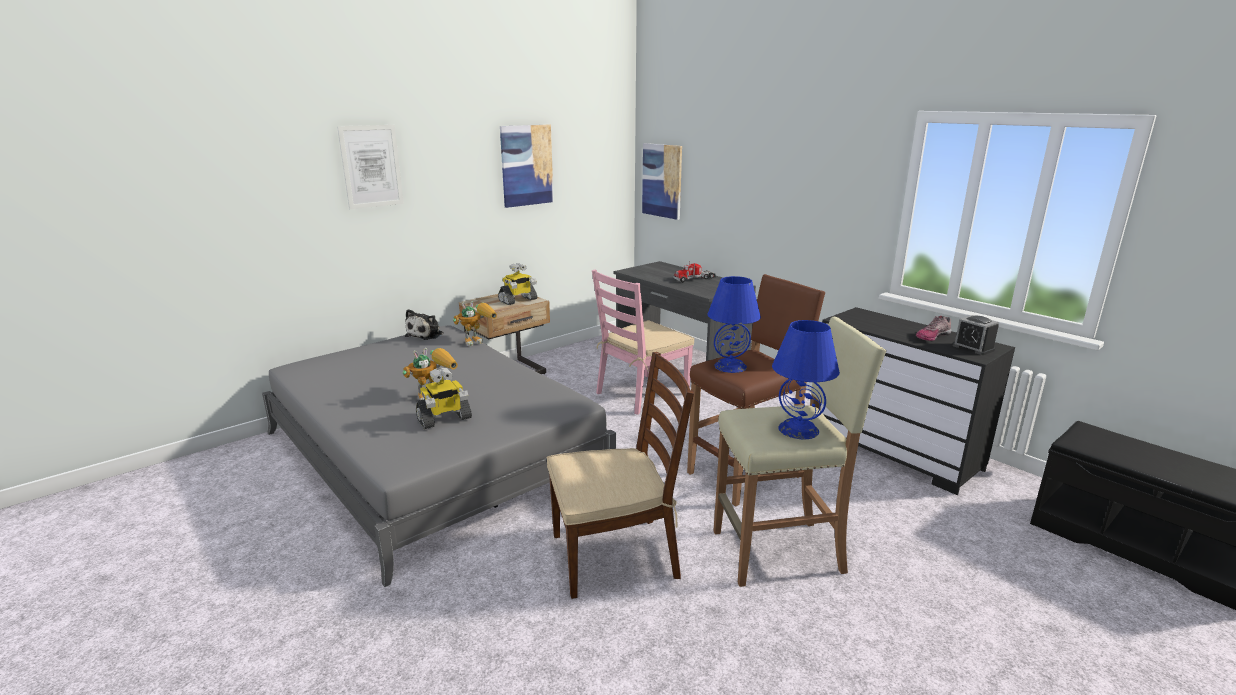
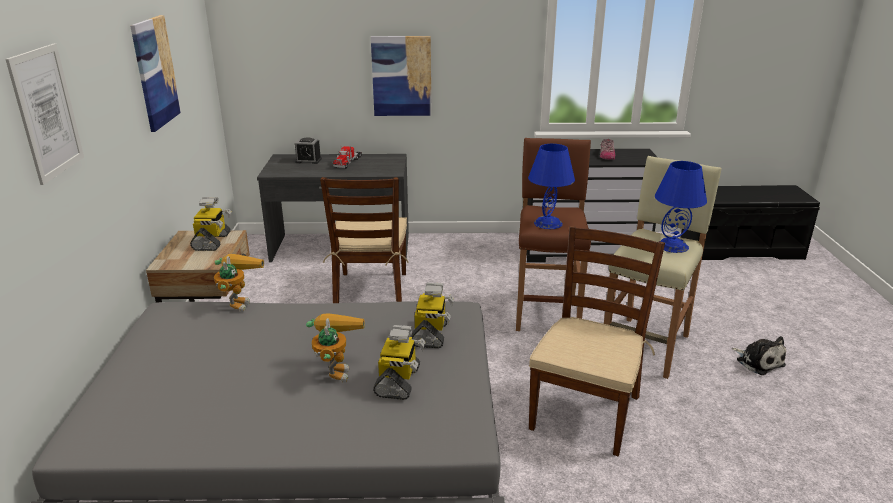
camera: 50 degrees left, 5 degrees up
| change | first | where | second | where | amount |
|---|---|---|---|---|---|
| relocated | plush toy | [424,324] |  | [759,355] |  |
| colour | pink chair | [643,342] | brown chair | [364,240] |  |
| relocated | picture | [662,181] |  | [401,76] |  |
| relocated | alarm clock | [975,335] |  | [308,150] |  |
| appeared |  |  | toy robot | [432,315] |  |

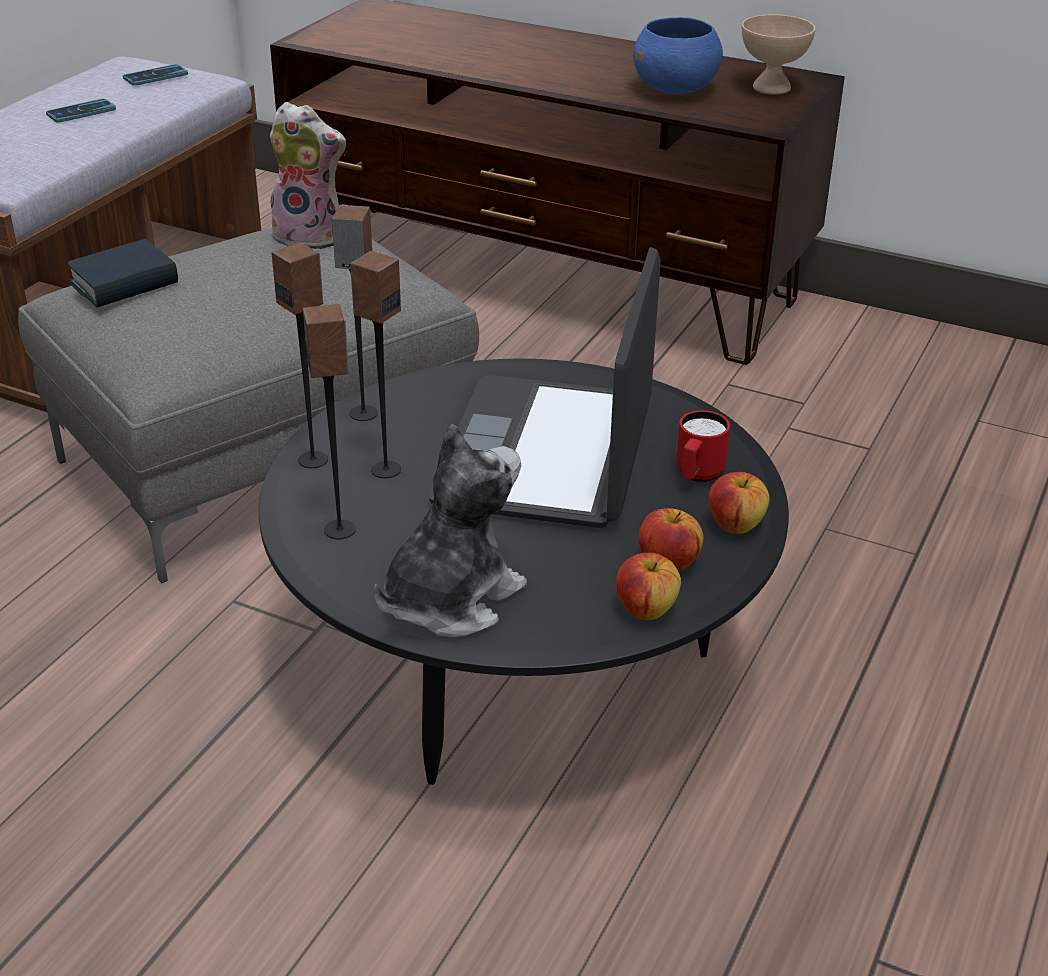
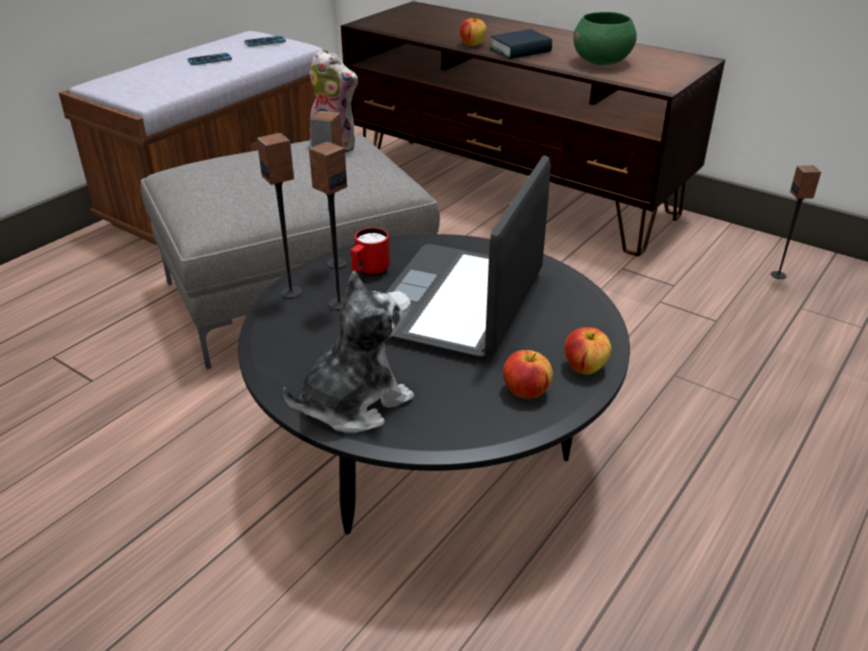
camera: 10 degrees right, 0 degrees up
| change | first | where | second | where | amount |
|---|---|---|---|---|---|
| relocated | book | [122,273] |  | [520,44] |  |
| relocated | speaker | [329,421] |  | [796,222] |  |
| relocated | apple | [648,586] |  | [473,31] |  |
| colour | blue bowl | [678,55] | green bowl | [605,38] |  |
| relocated | red mug | [703,446] |  | [370,251] |  |
| missing | beige bowl | [779,54] |  |  |  |

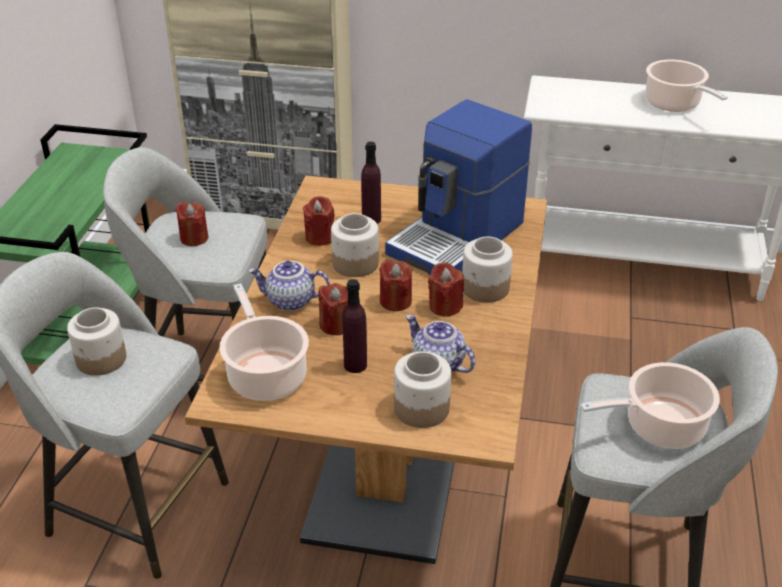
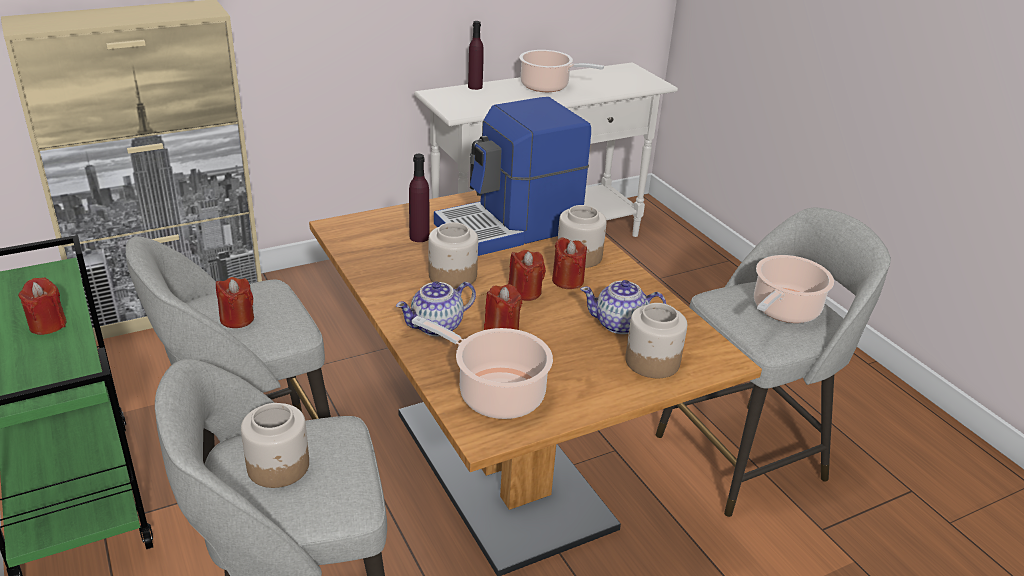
camera: 40 degrees left, 5 degrees down
| change | first | where | second | where | amount |
|---|---|---|---|---|---|
| relocated | red candle | [319,221] |  | [42,306] |  |
| relocated | purple bottle | [354,326] |  | [476,55] |  |
| spun | coffee machine | [458,187] |  | [512,176] | 60 degrees clockwise |

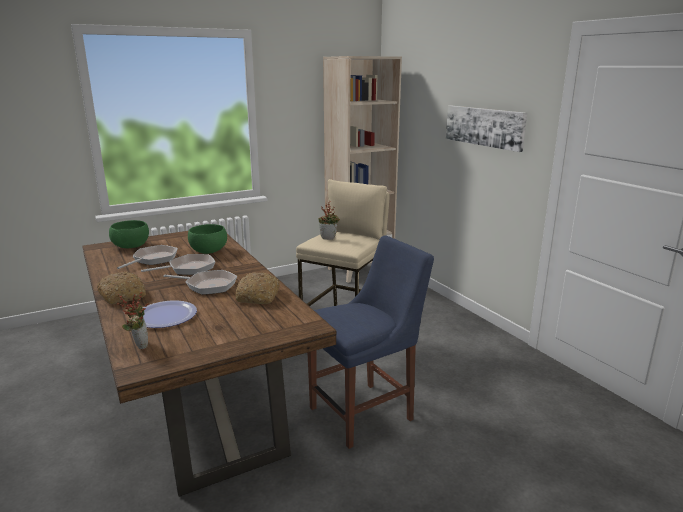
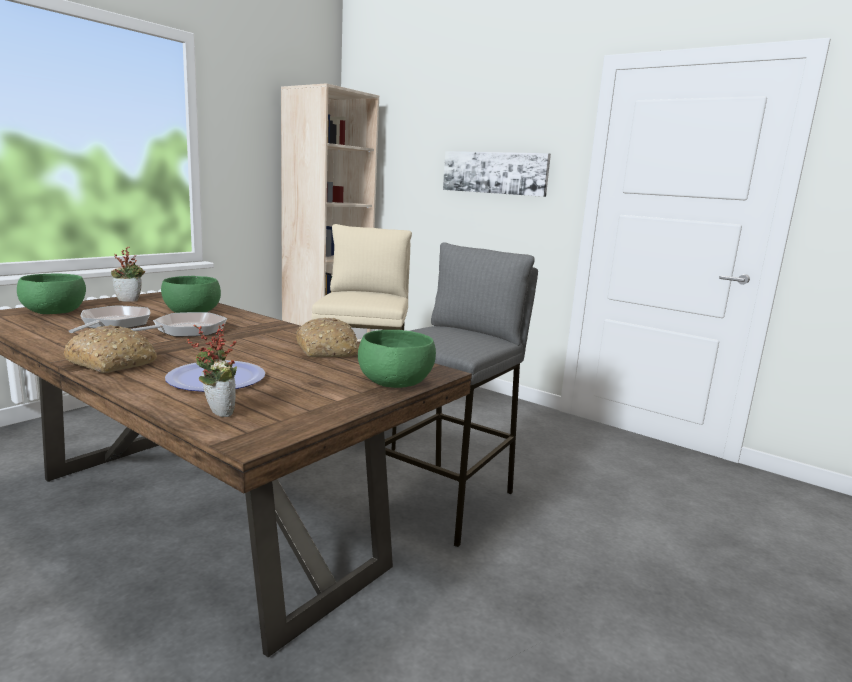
camera: 25 degrees left, 5 degrees down
| change | first | where | second | where | amount |
|---|---|---|---|---|---|
| missing | frying pan | [200,282] |  |  |  |
| exchanged | blue chair | [371,342] | grey stool | [461,394] |  |
| relocated | potted plant | [329,220] |  | [128,274] |  |
| appeared |  |  | green bowl | [397,359] |  |

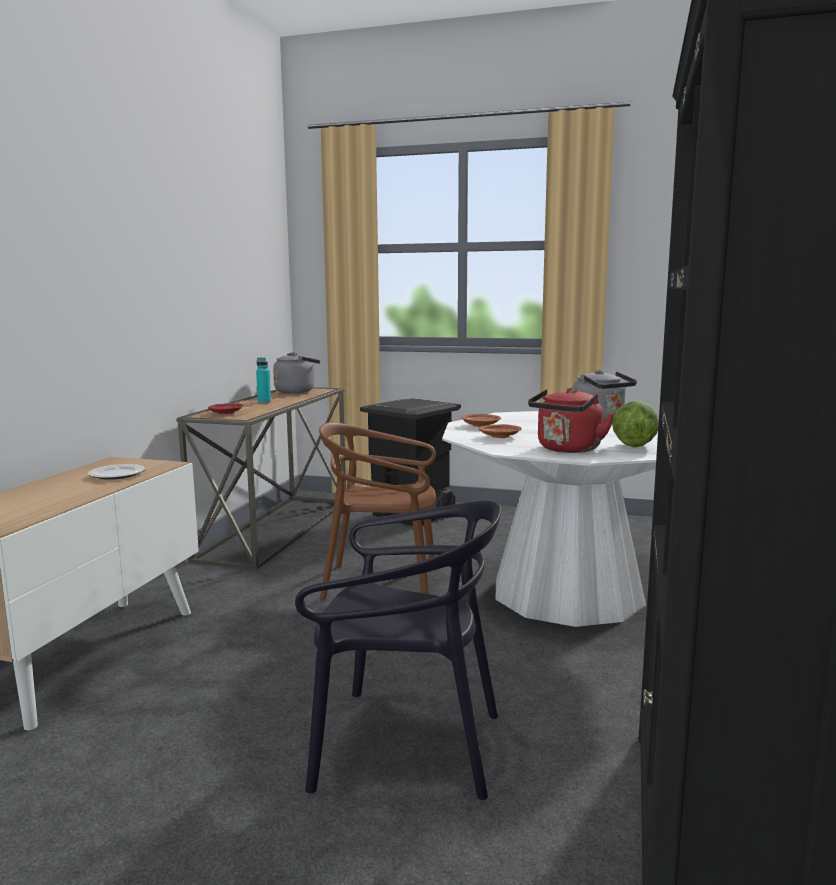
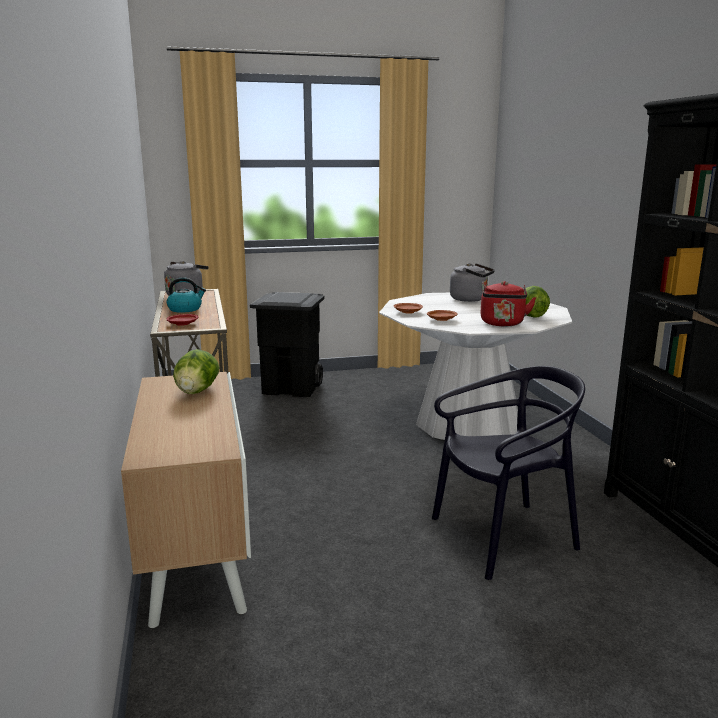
camera: 30 degrees left, 5 degrees up
| change | first | where | second | where | amount |
|---|---|---|---|---|---|
| exchanged | plate | [116,472] | lettuce | [196,371] |  |
| exchanged | turquoise bottle | [263,380] | kettle | [186,295] |  |
| missing | brown chair | [378,510] |  |  |  |

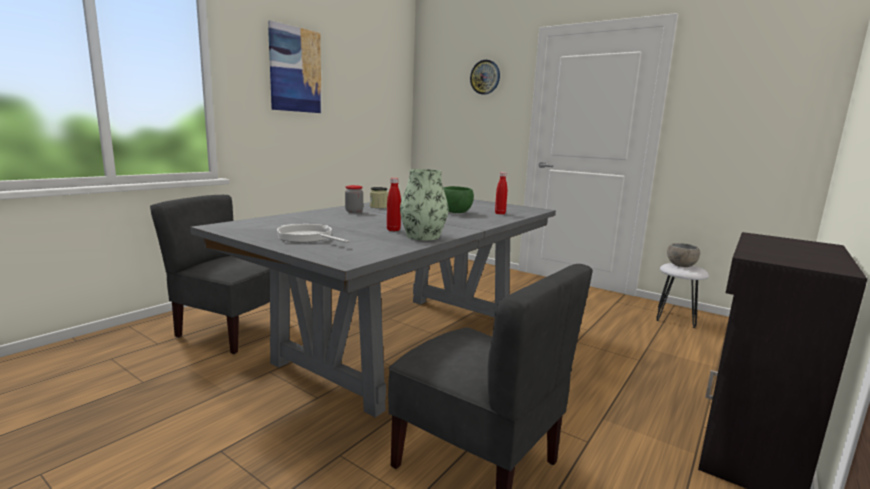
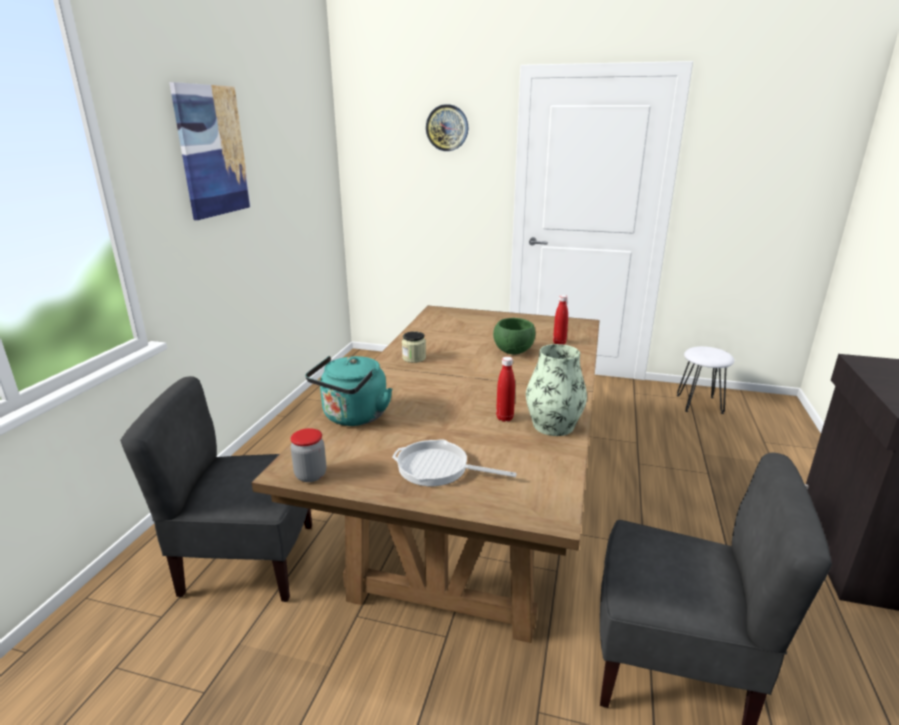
camera: 20 degrees left, 10 degrees up
| change | first | where | second | where | amount |
|---|---|---|---|---|---|
| colour | grey dining table | [373,307] | brown dining table | [426,474] |  |
| relocated | jar | [354,199] |  | [308,455] |  |
| missing | grey bowl | [683,255] |  |  |  |
| appeared |  |  | turquoise kettle | [348,391] |  |

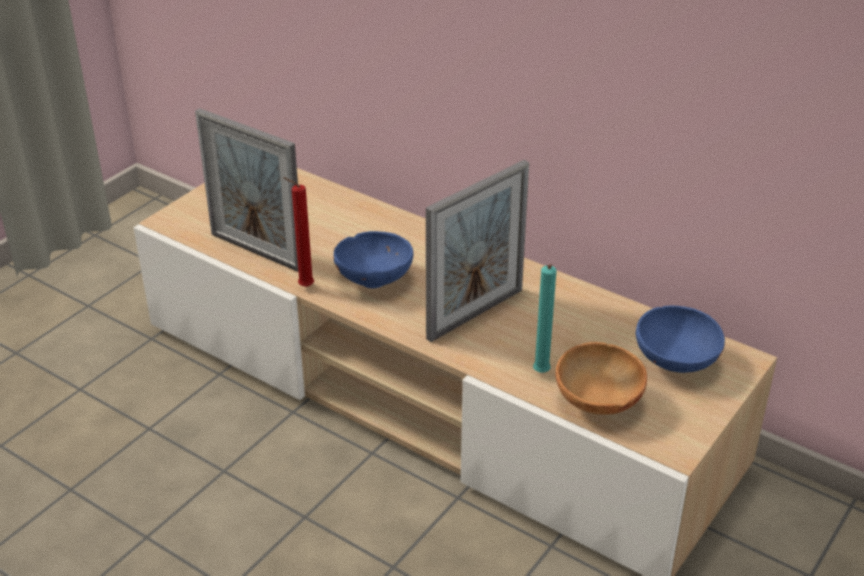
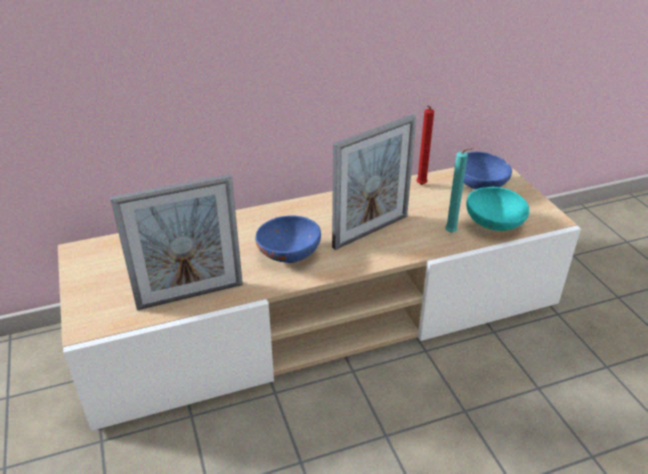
camera: 55 degrees left, 0 degrees up
| change | first | where | second | where | amount |
|---|---|---|---|---|---|
| relocated | red candle | [298,232] |  | [425,145] |  |
| spun | picture frame | [477,251] |  | [374,182] | 60 degrees clockwise |
| colour | brown bowl | [601,378] | turquoise bowl | [497,209] |  |

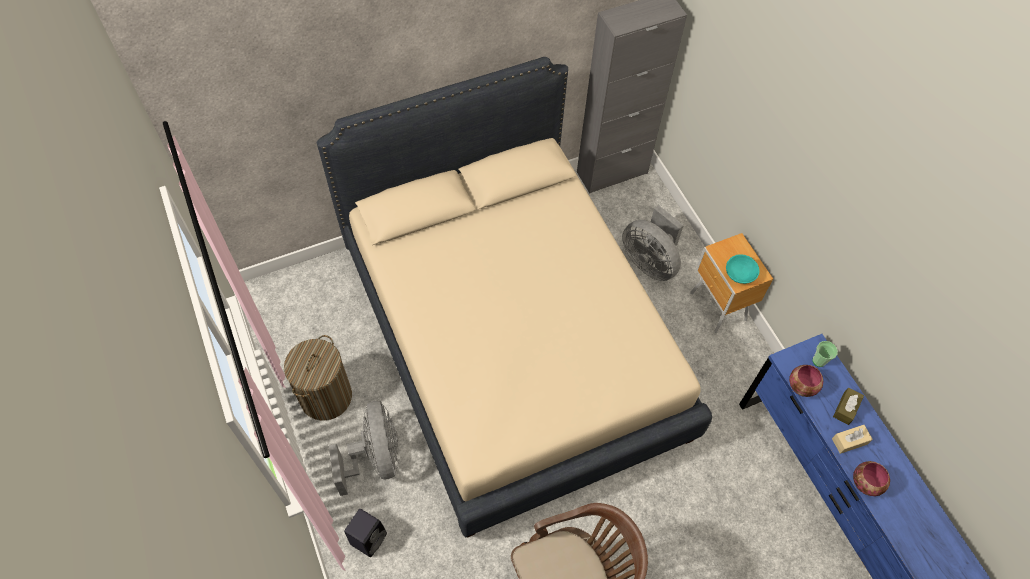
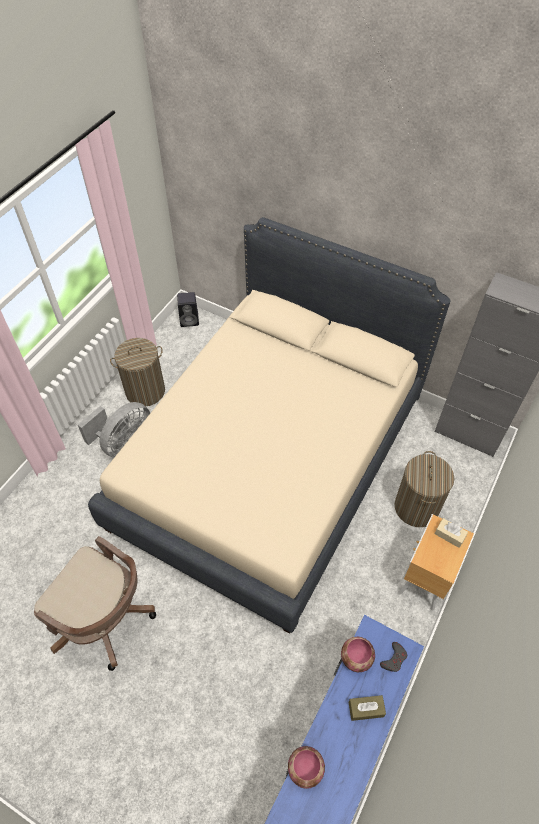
camera: 55 degrees right, 5 degrees down
| change | first | where | second | where | amount |
|---|---|---|---|---|---|
| relocated | black speaker | [365,533] |  | [188,309] |  |
| exchanged | grey fan | [653,243] | laundry basket | [425,489] |  |
| missing | turquoise bowl | [742,269] |  |  |  |
| exchanged | cup | [825,354] | grey game controller | [393,657] |  |
| relocated | beige tissue box | [852,439] |  | [451,533] |  |

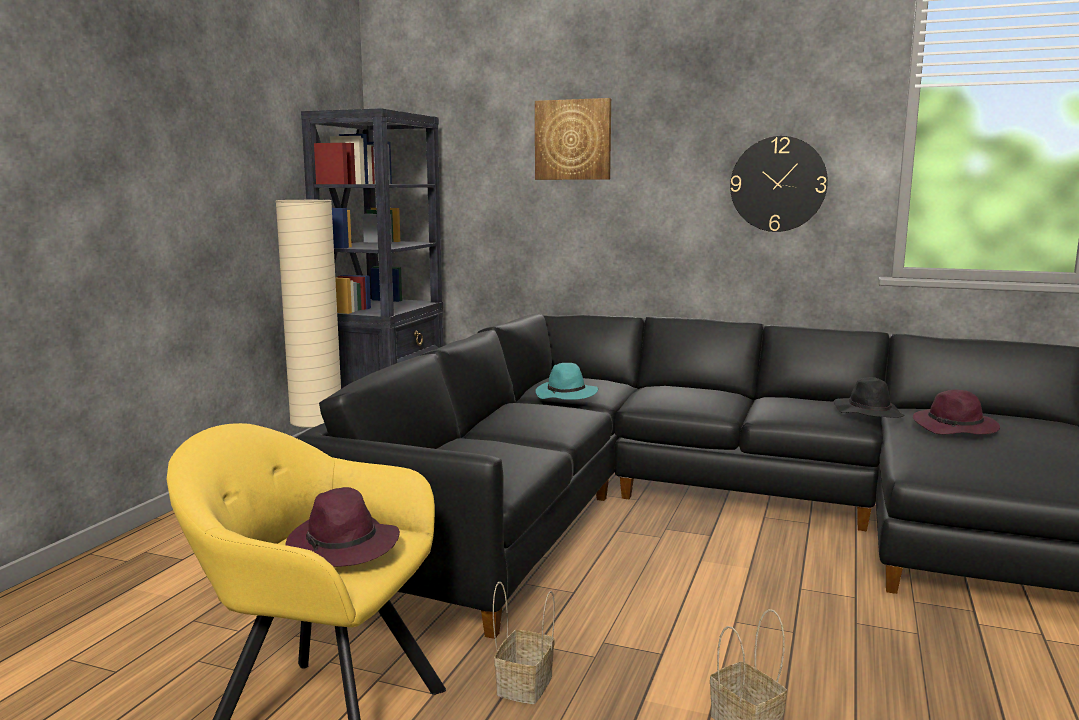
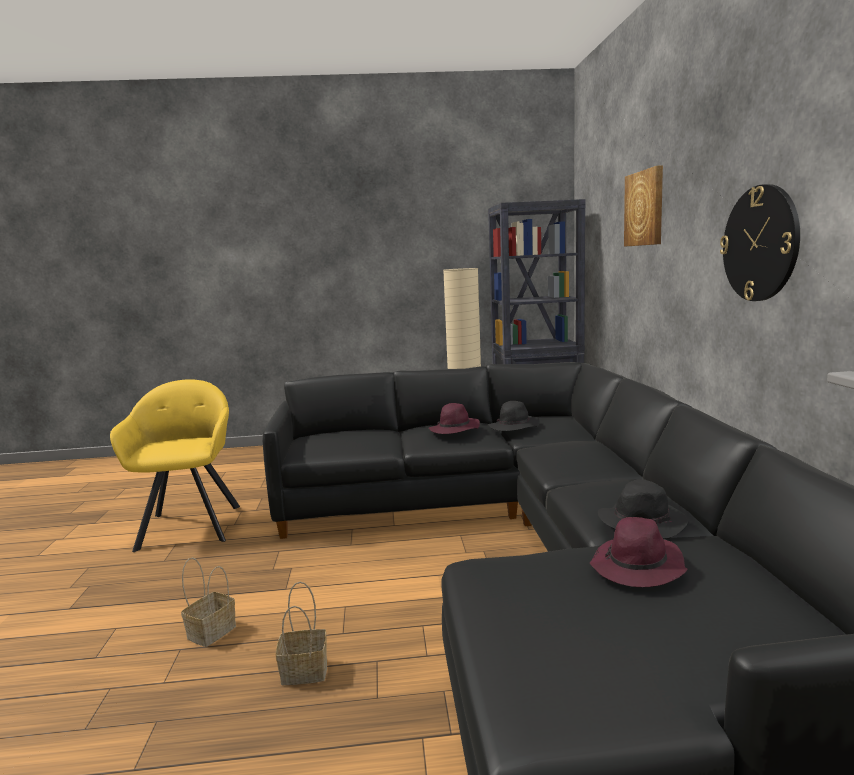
camera: 65 degrees right, 0 degrees up
| change | first | where | second | where | amount |
|---|---|---|---|---|---|
| relocated | purple hat | [342,527] |  | [454,418] |  |
| relocated | basket | [524,643] |  | [301,633] |  |
| colour | turquoise hat | [567,381] | black hat | [514,416] |  |

